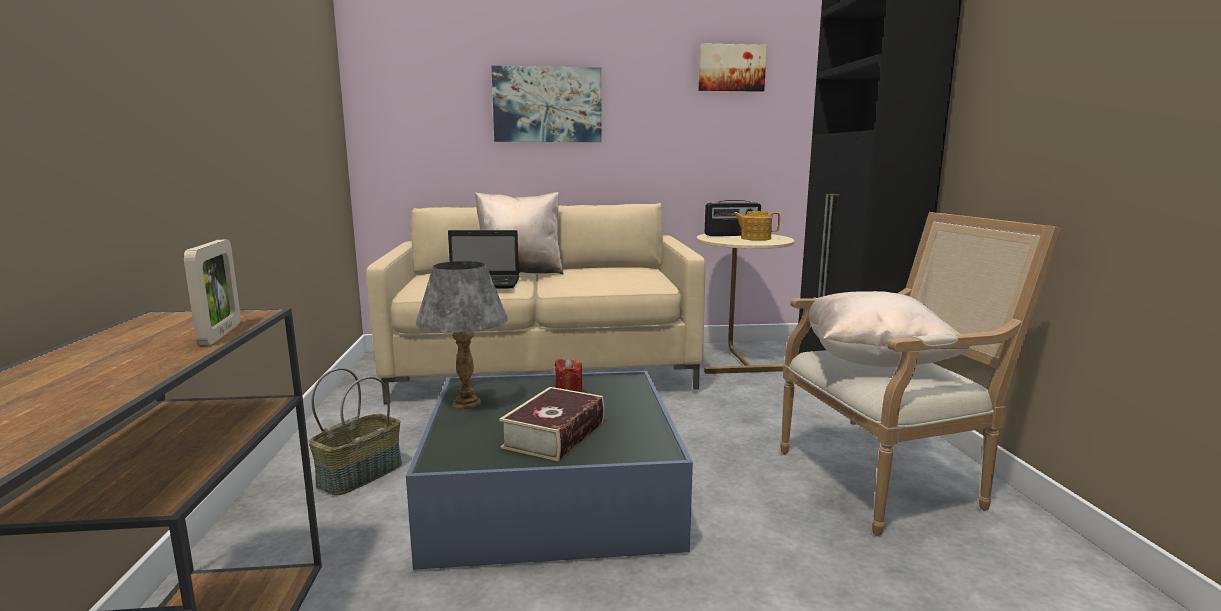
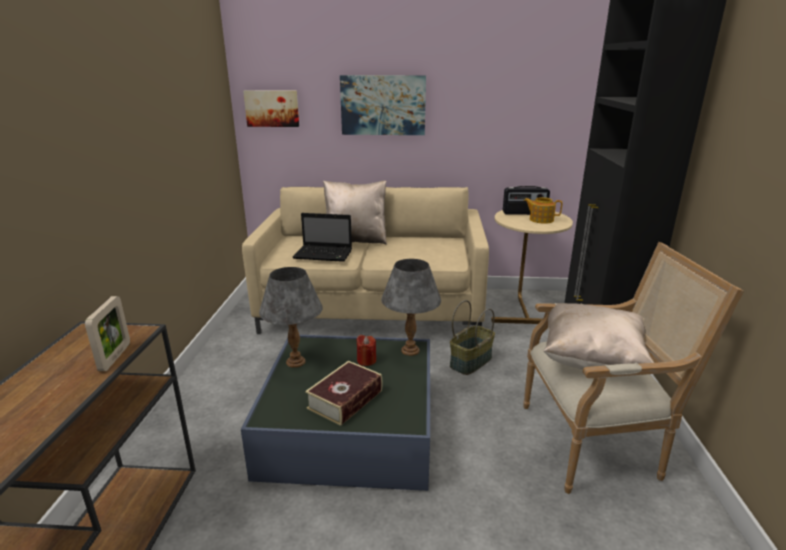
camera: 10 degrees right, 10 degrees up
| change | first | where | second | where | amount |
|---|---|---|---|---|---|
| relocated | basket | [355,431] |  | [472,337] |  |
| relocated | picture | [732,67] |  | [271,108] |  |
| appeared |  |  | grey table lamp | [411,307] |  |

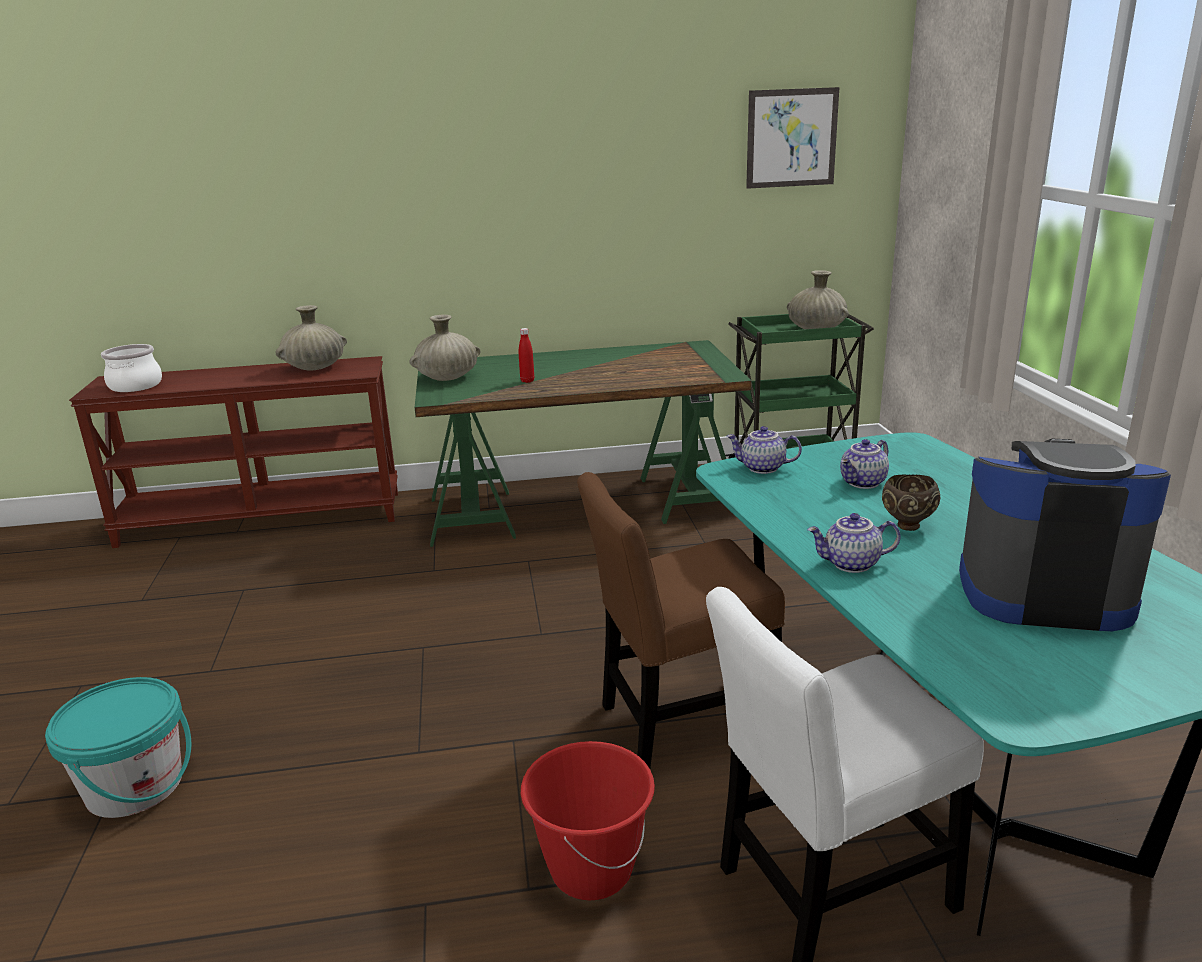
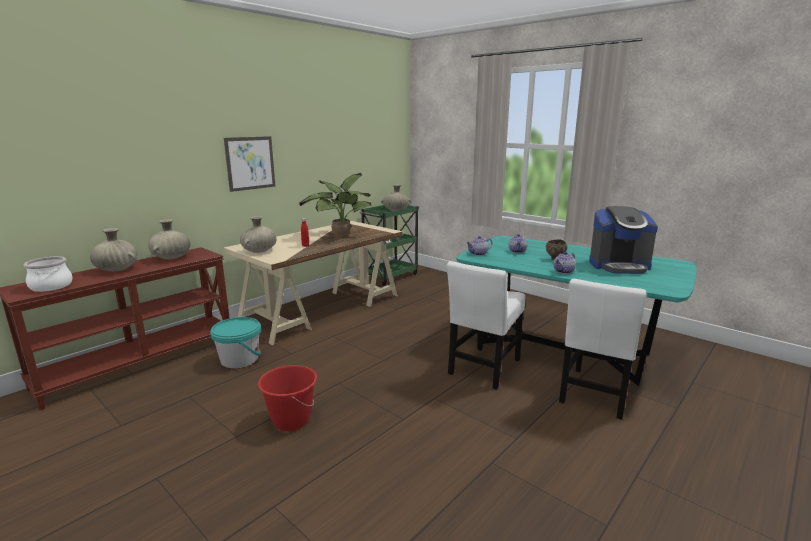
camera: 40 degrees left, 5 degrees down
| change | first | where | second | where | amount |
|---|---|---|---|---|---|
| relocated | turquoise bucket | [118,747] |  | [235,342] |  |
| colour | green desk | [583,443] | beige desk | [313,283] |  |
| relocated | red bucket | [588,820] |  | [287,398] |  |
| colour | brown chair | [681,620] | white chair | [485,325] |  |
| relocated | picture | [792,138] |  | [250,164] |  |
| spun | coffee machine | [1065,535] |  | [623,240] | 150 degrees counterclockwise |
| appeared |  |  | beige vase | [114,249] |  |
| appeared |  |  | potted plant | [335,205] |  |

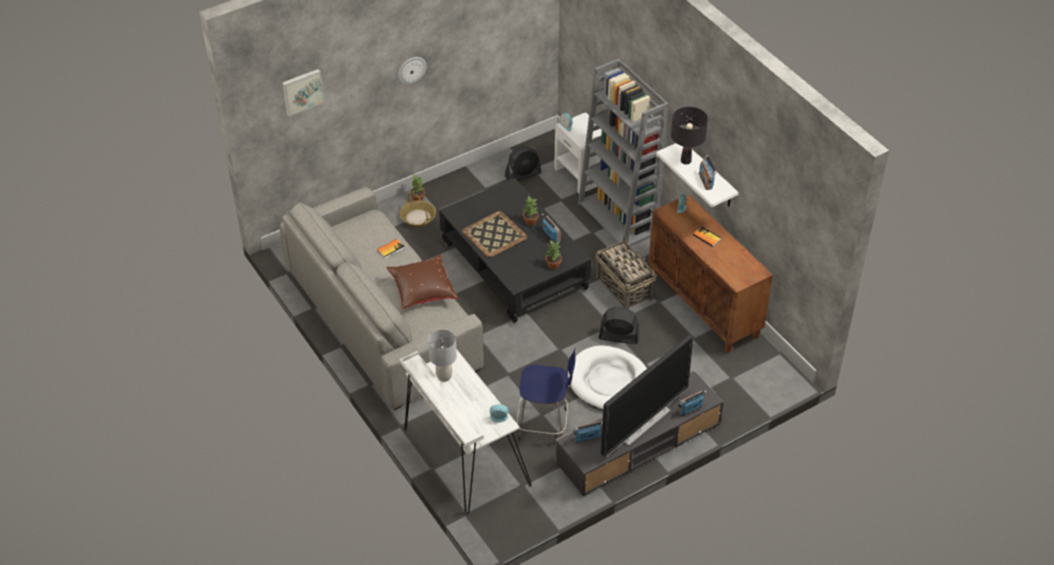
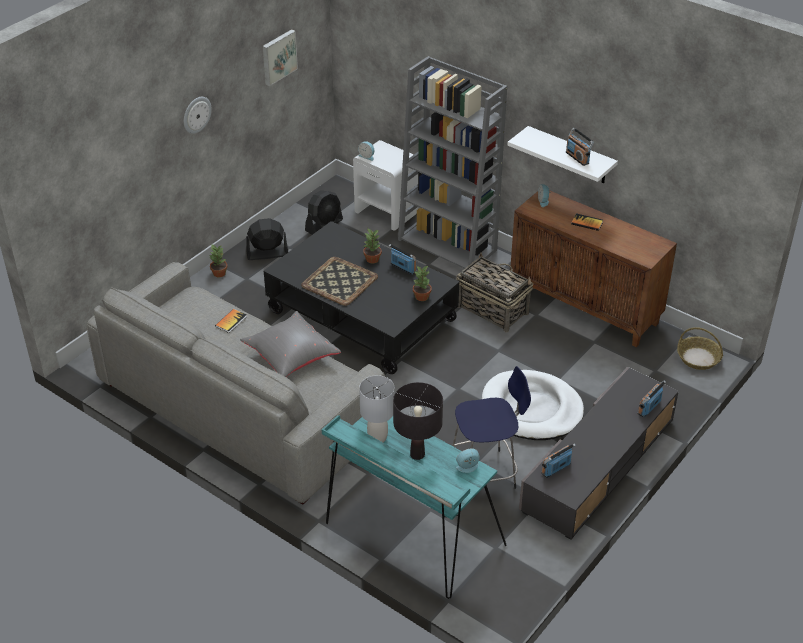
camera: 20 degrees left, 5 degrees down
| change | first | where | second | where | amount |
|---|---|---|---|---|---|
| relocated | picture | [303,92] |  | [280,57] |  |
| colour | brown pillow | [422,282] | grey pillow | [290,344] |  |
| relocated | basket | [418,210] |  | [700,348] |  |
| colour | white desk | [465,431] | turquoise desk | [414,507] |  |
| relocated | black fan | [619,325] |  | [267,239] |  |
| missing | television | [647,395] |  |  |  |
| relocated | black table lamp | [689,135] |  | [418,421] |  |

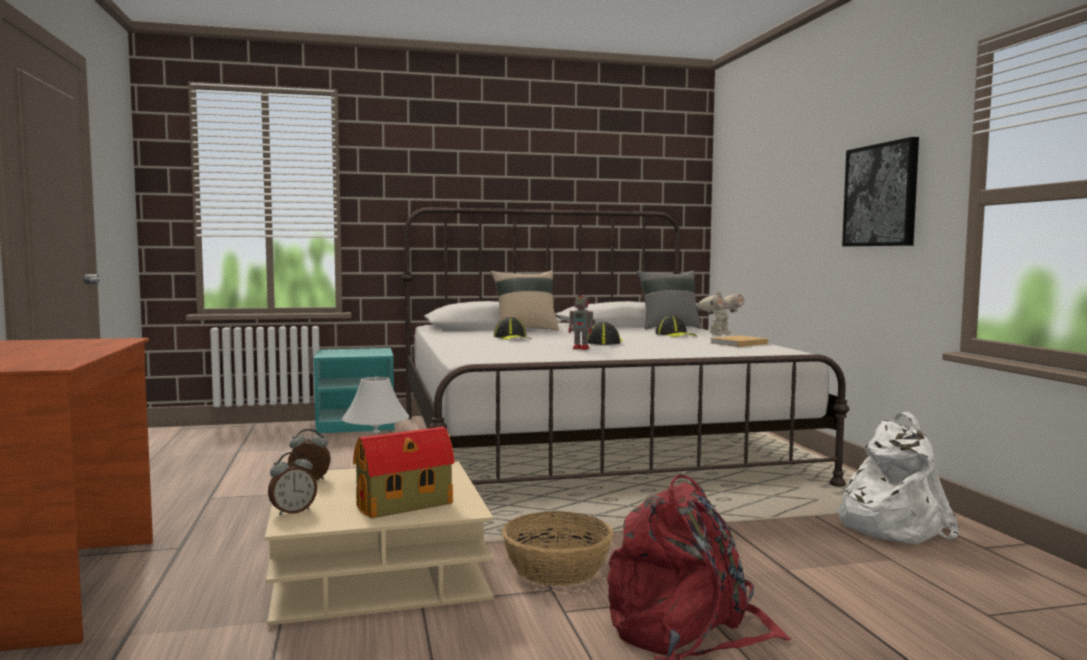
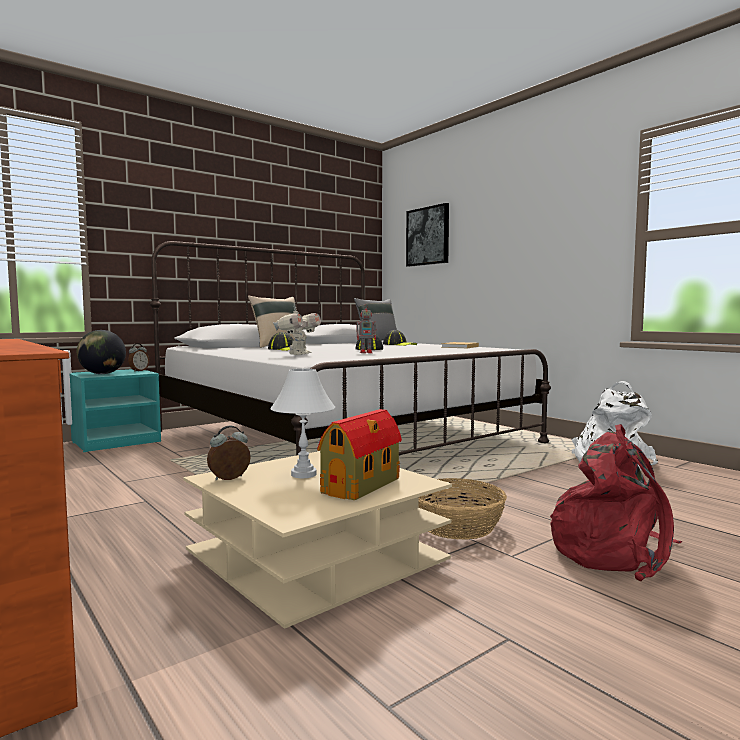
camera: 25 degrees left, 0 degrees up
| change | first | where | second | where | amount |
|---|---|---|---|---|---|
| relocated | alarm clock | [292,484] |  | [138,357] |  |
| relocated | toy robot | [719,311] |  | [297,330] |  |
| relocated | picture | [880,191] |  | [427,235] |  |
| appeared |  |  | globe | [101,352] |  |

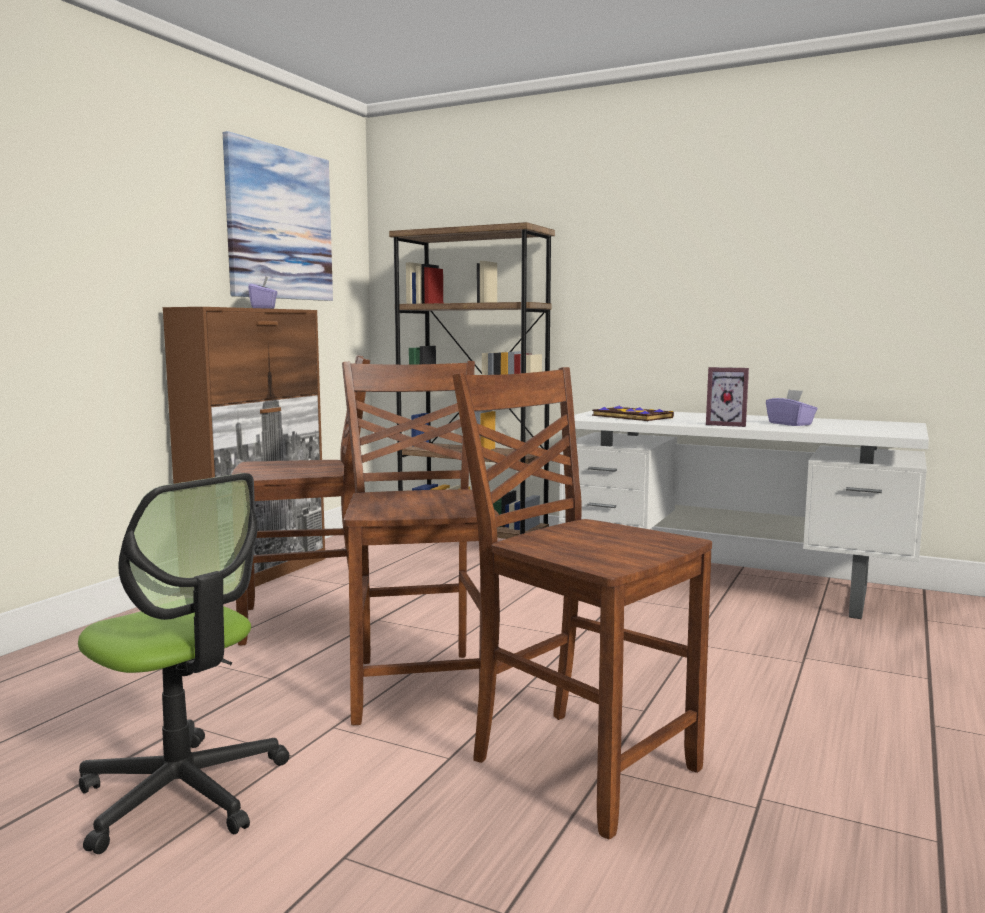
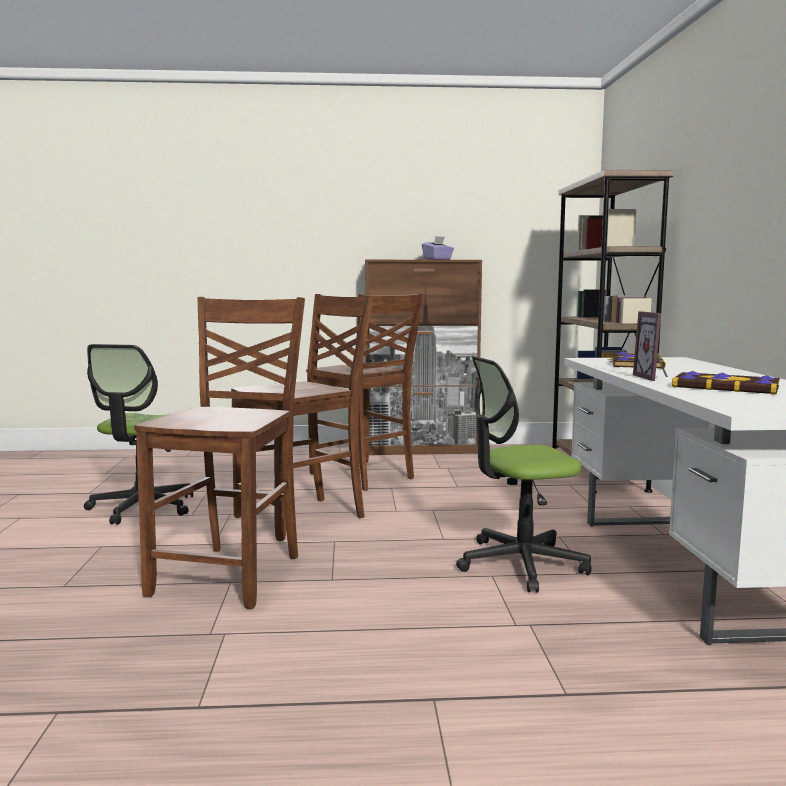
camera: 60 degrees right, 0 degrees up
| change | first | where | second | where | amount |
|---|---|---|---|---|---|
| missing | picture | [278,216] |  |  |  |
| exchanged | purple tissue box | [792,408] | book | [726,383] |  |
| appeared |  |  | office chair | [524,473] |  |

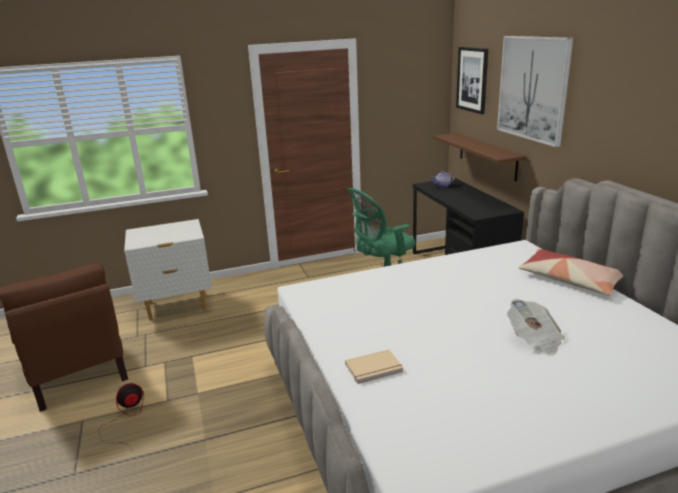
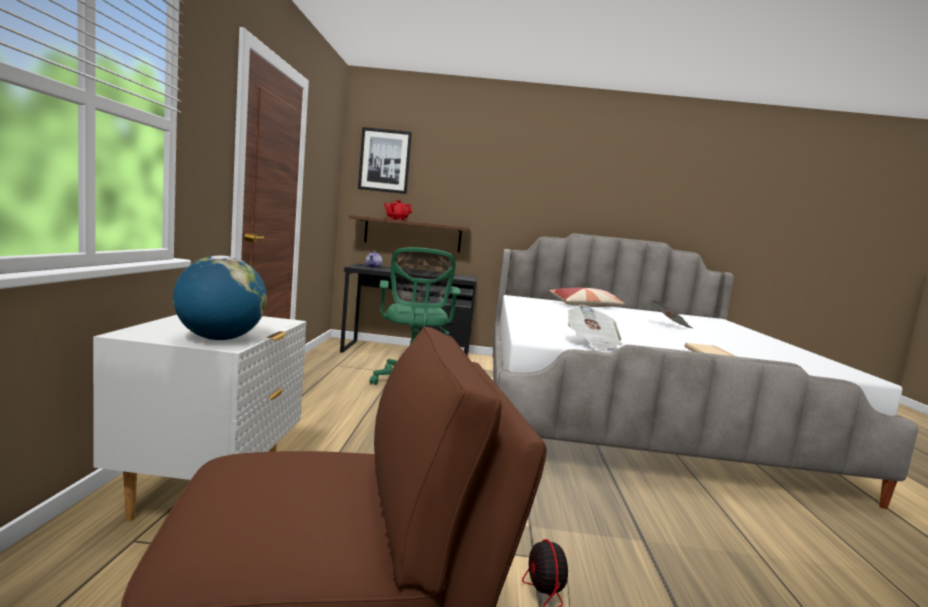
camera: 70 degrees left, 15 degrees down
| change | first | where | second | where | amount |
|---|---|---|---|---|---|
| missing | picture | [535,91] |  |  |  |
| appeared |  |  | globe | [220,297] |  |
| appeared |  |  | red teapot | [398,210] |  |
| appeared |  |  | newspaper | [595,327] |  |

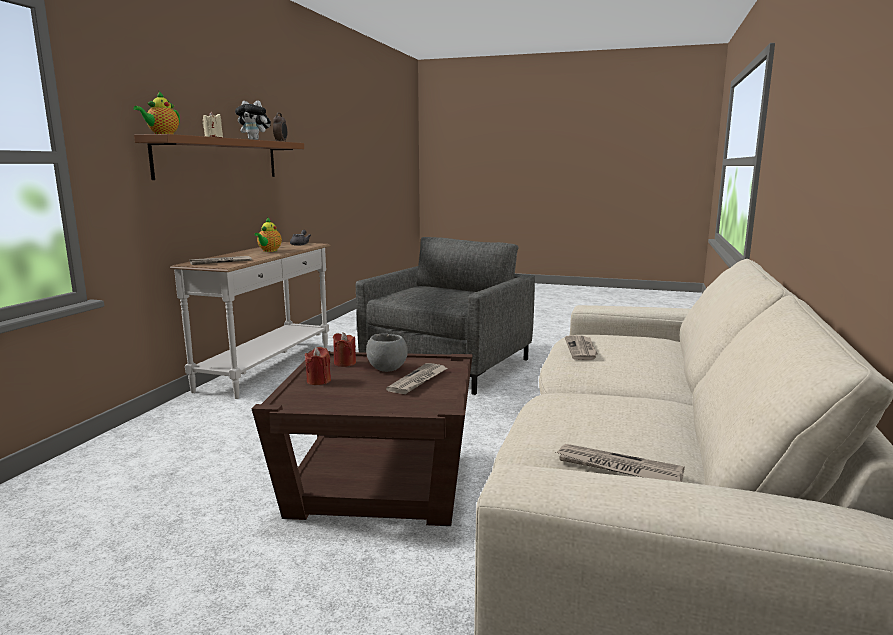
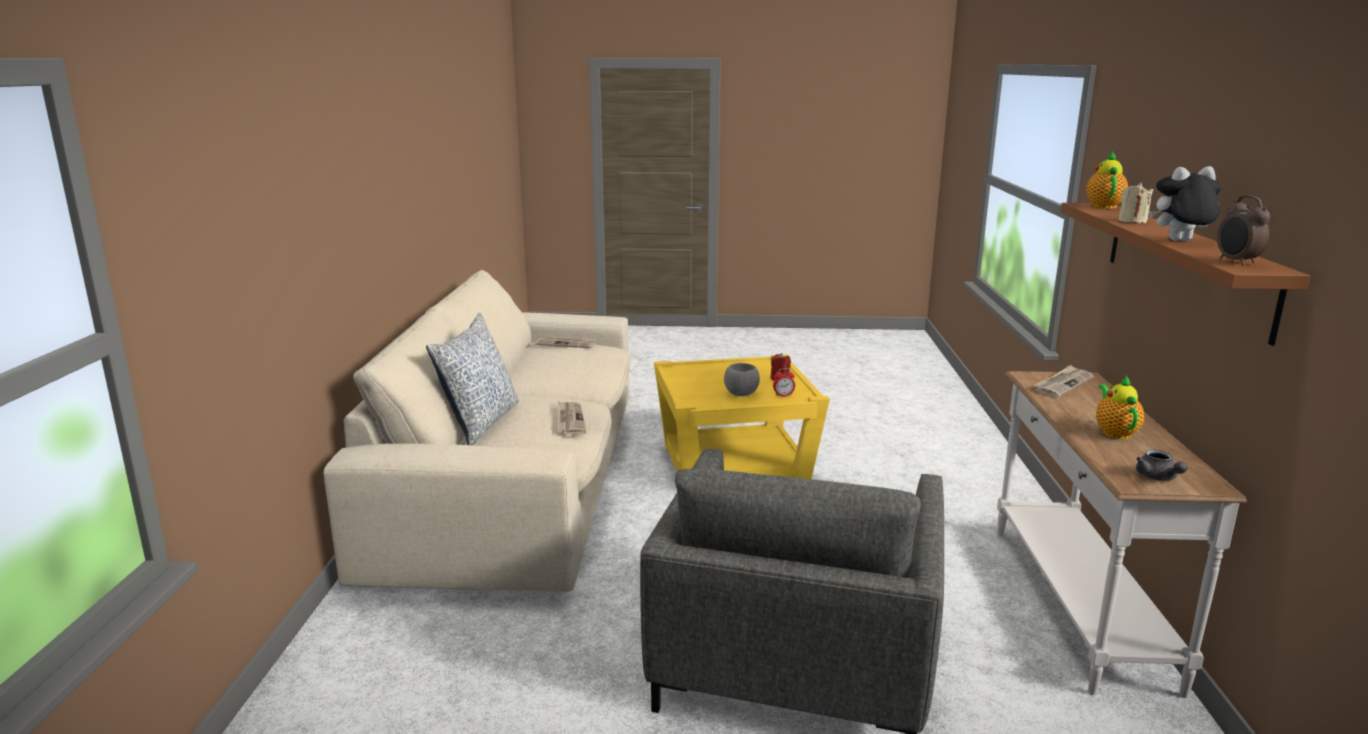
camera: 165 degrees right, 5 degrees up
| change | first | where | second | where | amount |
|---|---|---|---|---|---|
| colour | brown side table | [362,438] | yellow side table | [742,416] |  |
| exchanged | red candle | [344,349] | alarm clock | [784,382] |  |
| missing | newspaper | [417,378] |  |  |  |
| appeared |  |  | pillow | [472,379] |  |

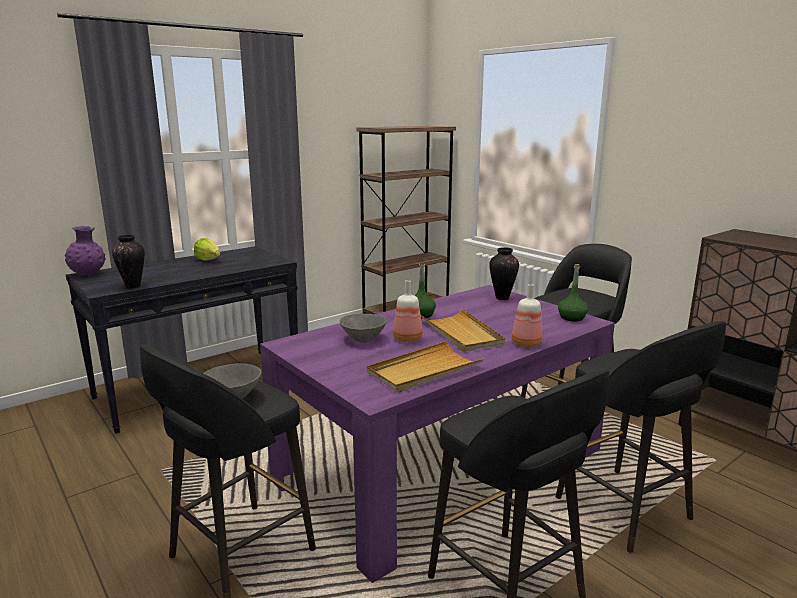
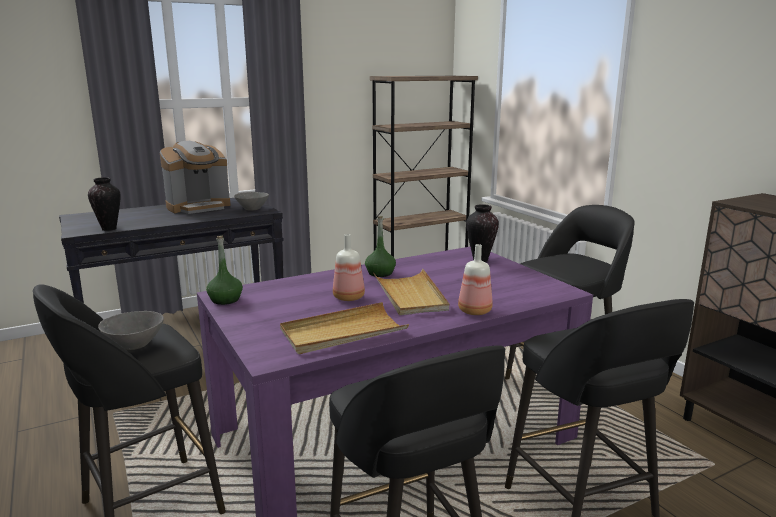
camera: 10 degrees right, 0 degrees up
| change | first | where | second | where | amount |
|---|---|---|---|---|---|
| missing | purple vase | [85,250] |  |  |  |
| exchanged | lettuce | [207,249] | coffee machine | [195,177] |  |
| relocated | grey bowl | [363,328] |  | [251,201] |  |
| relocated | green bottle | [573,292] |  | [224,270] |  |

